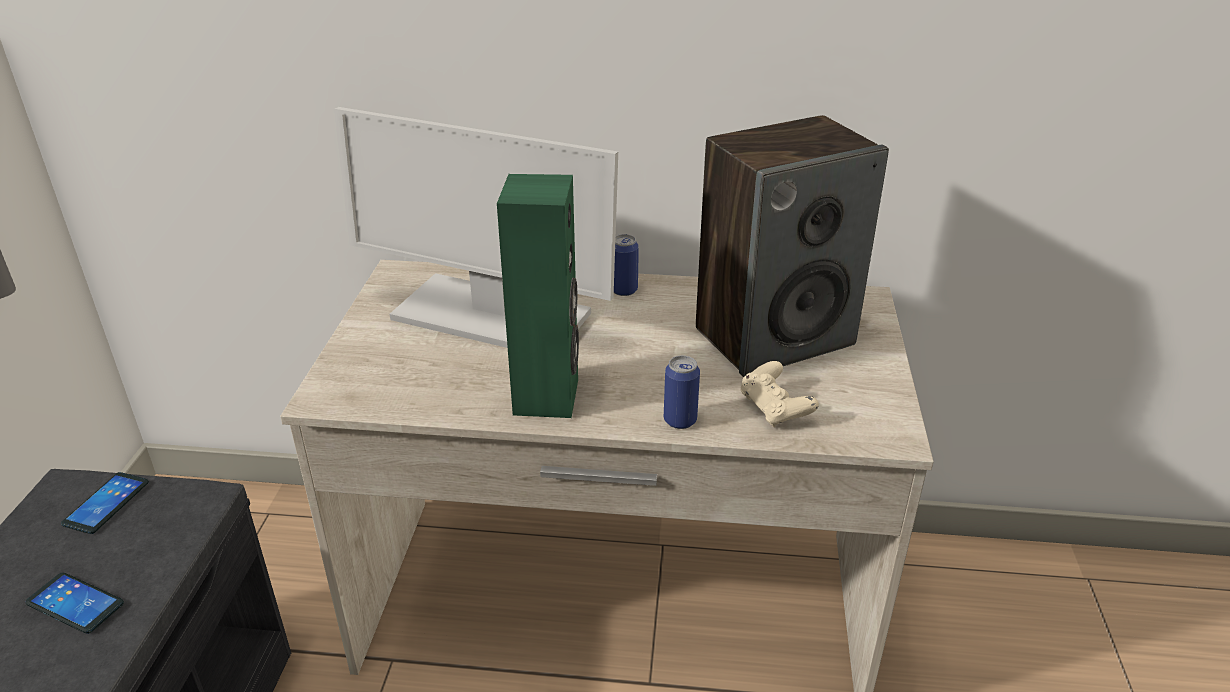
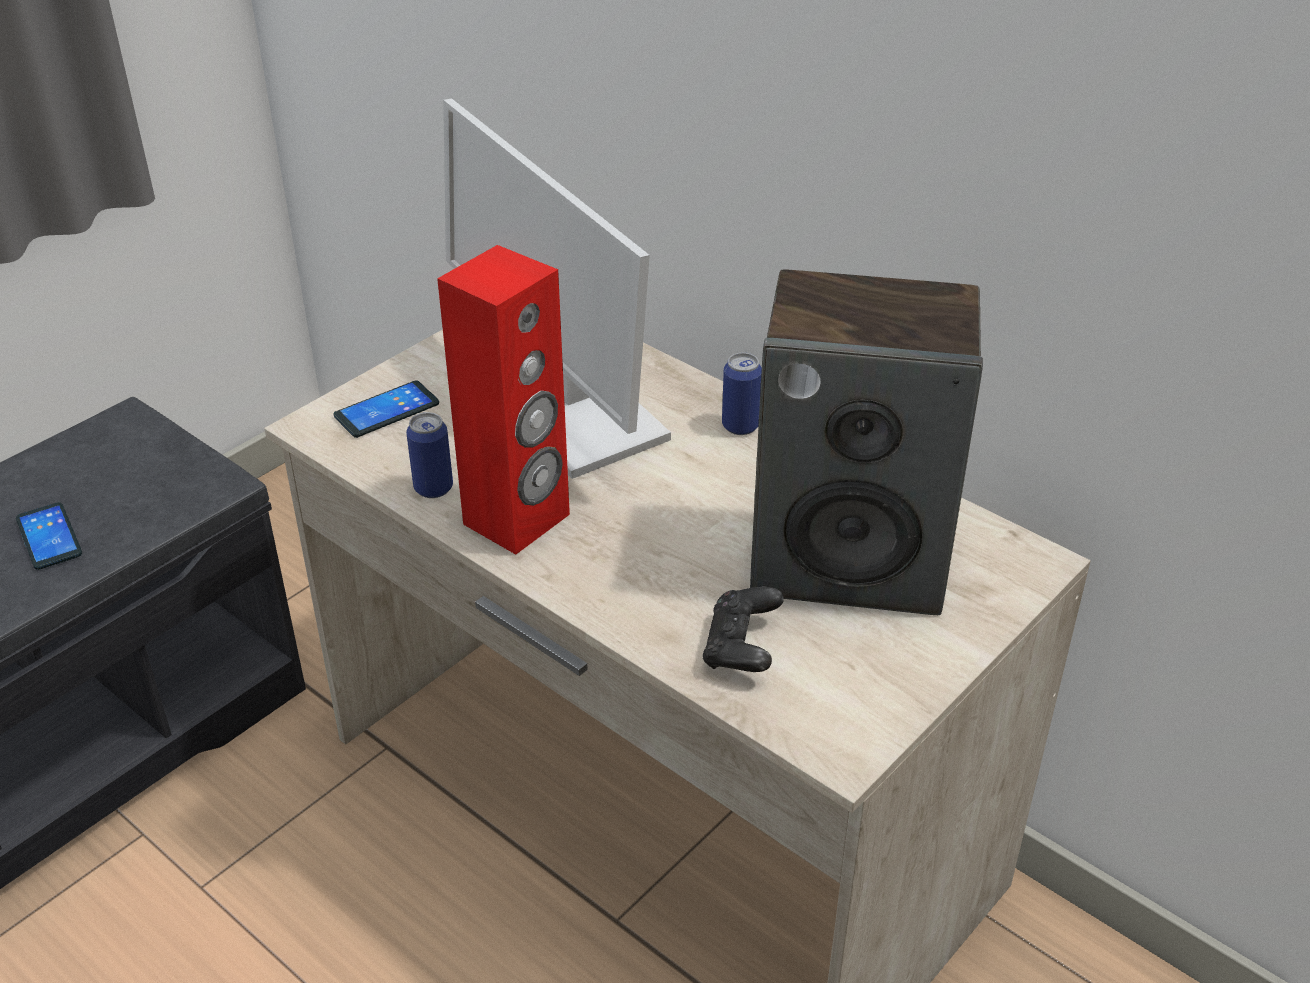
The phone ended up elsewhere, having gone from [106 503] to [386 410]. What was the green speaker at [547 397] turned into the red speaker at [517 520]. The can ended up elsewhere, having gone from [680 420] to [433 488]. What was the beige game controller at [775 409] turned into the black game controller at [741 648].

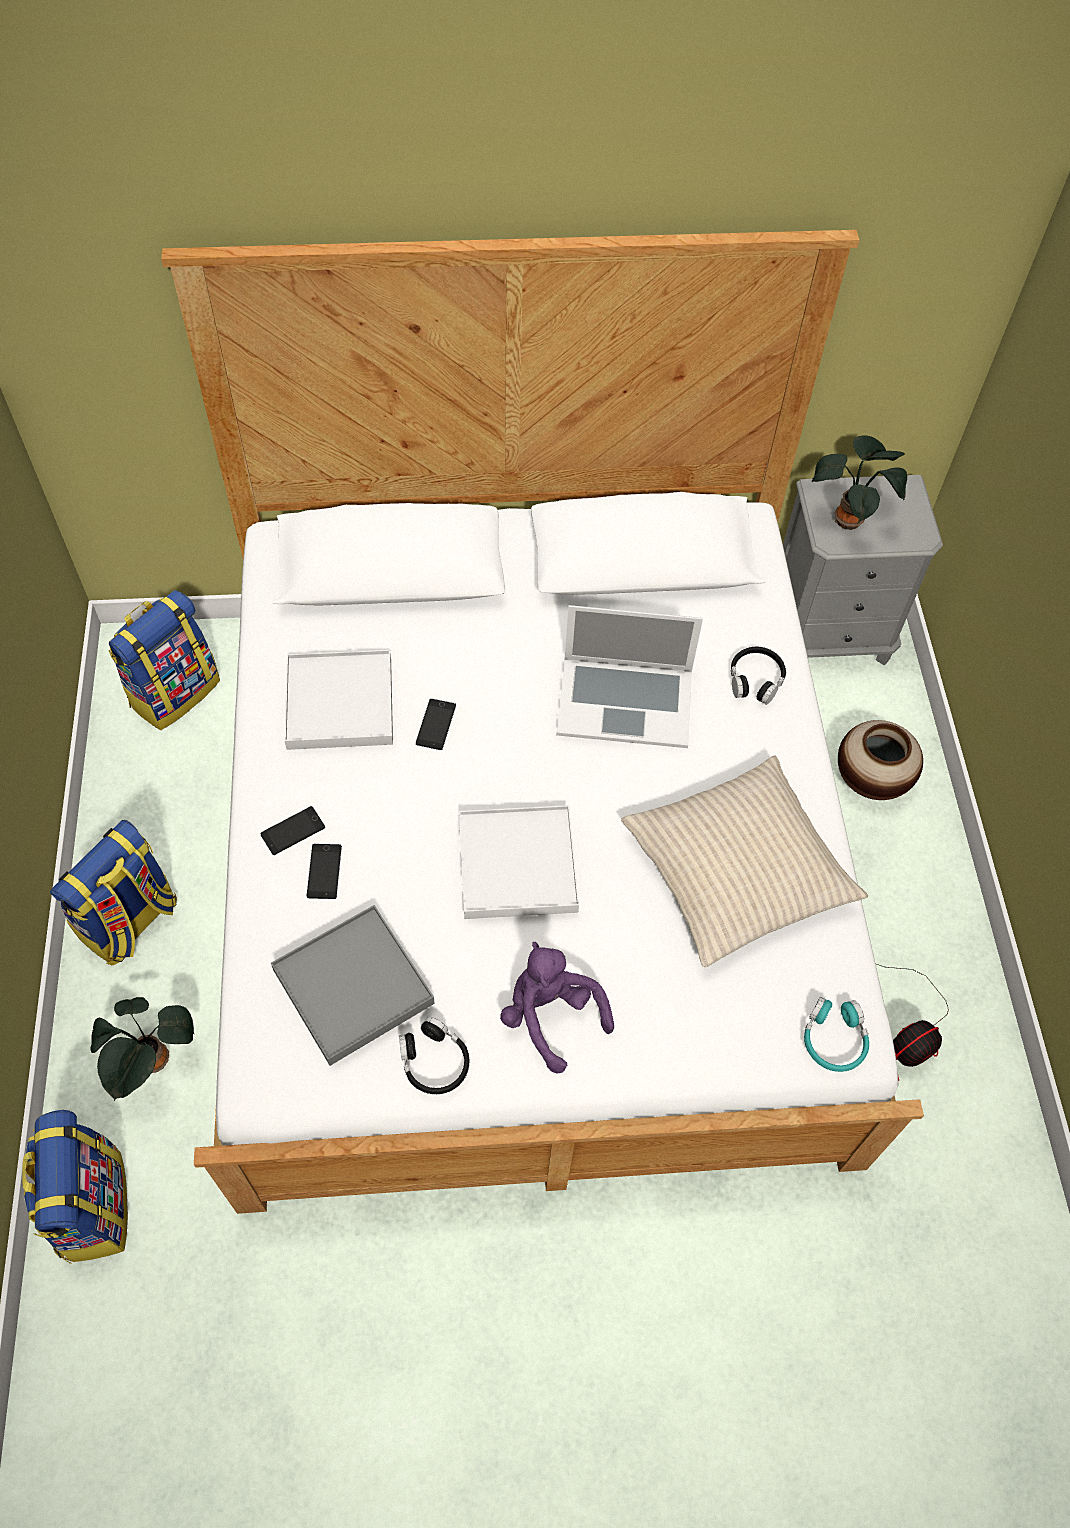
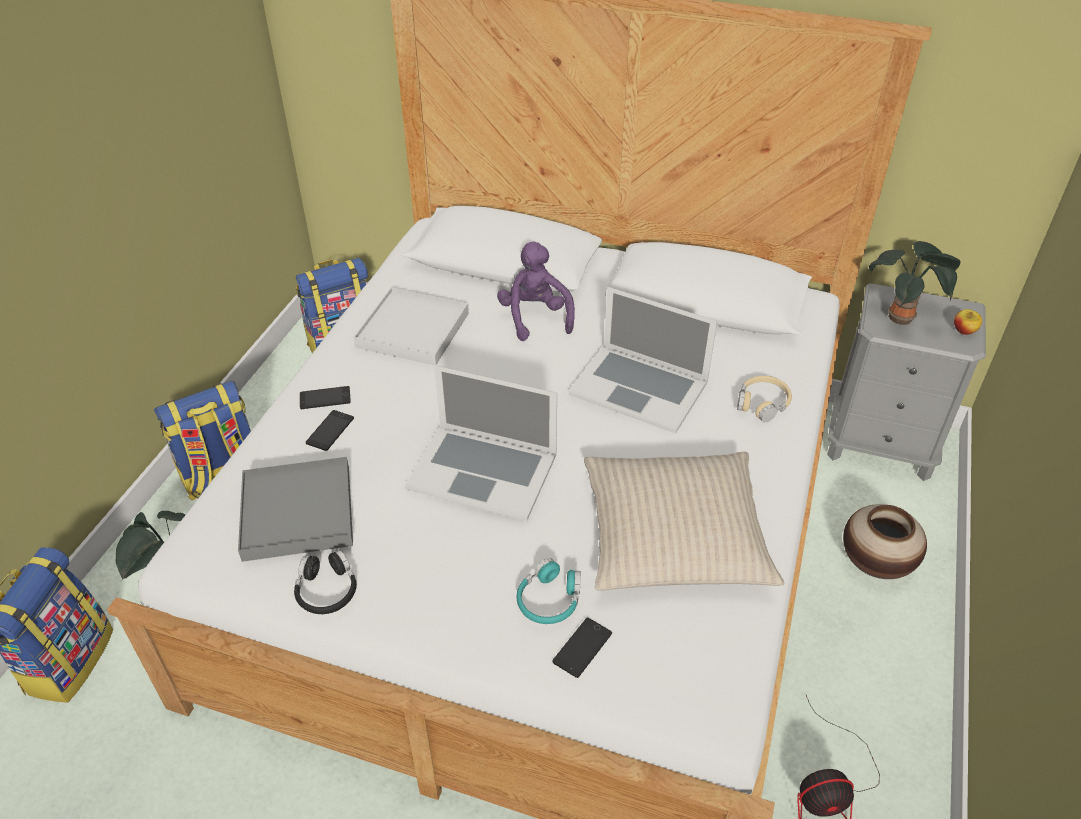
The phone ended up elsewhere, having gone from [436 724] to [582 648]. Where the white tray stood at [518 864], the laptop came to stand at [483 470]. The purple plush toy ended up elsewhere, having gone from [550 1016] to [535 317]. What was the black headphones at [755 680] turned into the beige headphones at [762 403]. The turquoise headphones ended up elsewhere, having gone from [833 1039] to [549 600]. The second view gained the apple at [964 330].

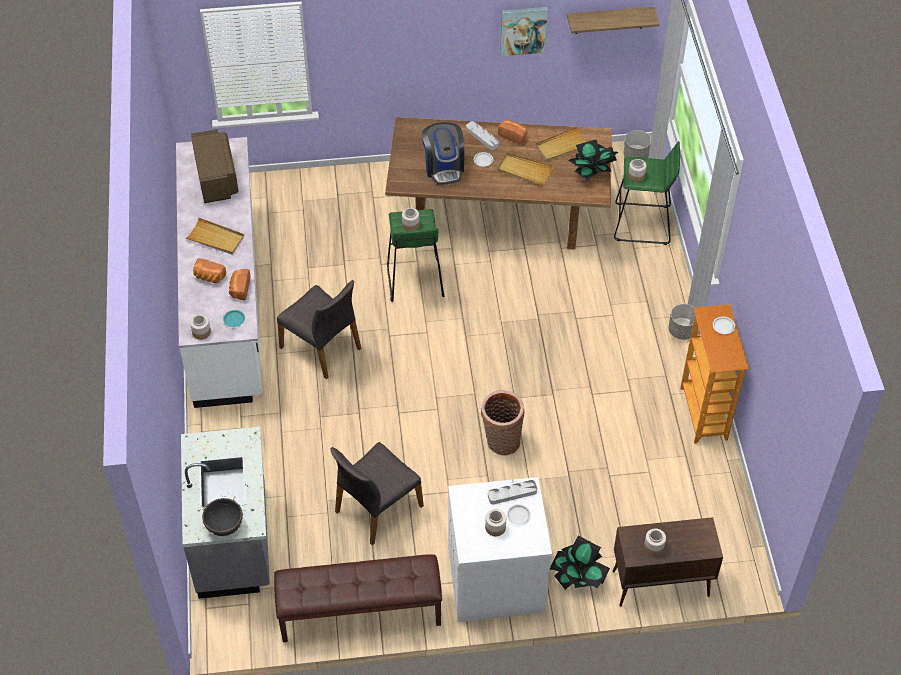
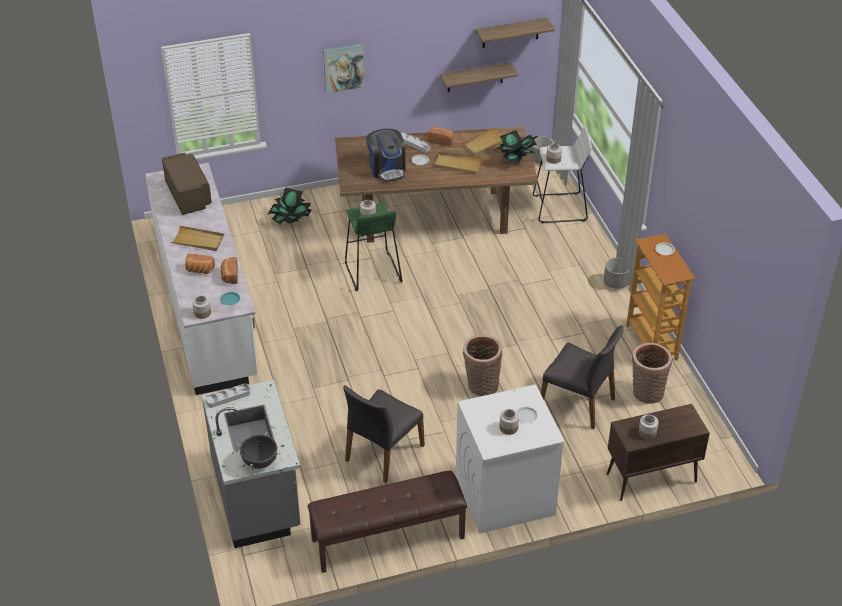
The grey chair ended up elsewhere, having gone from [322 348] to [578 403]. The grey tray ended up elsewhere, having gone from [512 493] to [228 397]. The picture ended up elsewhere, having gone from [523 30] to [343 67]. The potted plant ended up elsewhere, having gone from [578 577] to [290 221]. What was the green stool at [643 224] turned into the white stool at [560 208]. The second view gained the shelf at [475 77]. The second view gained the basket at [646 394].

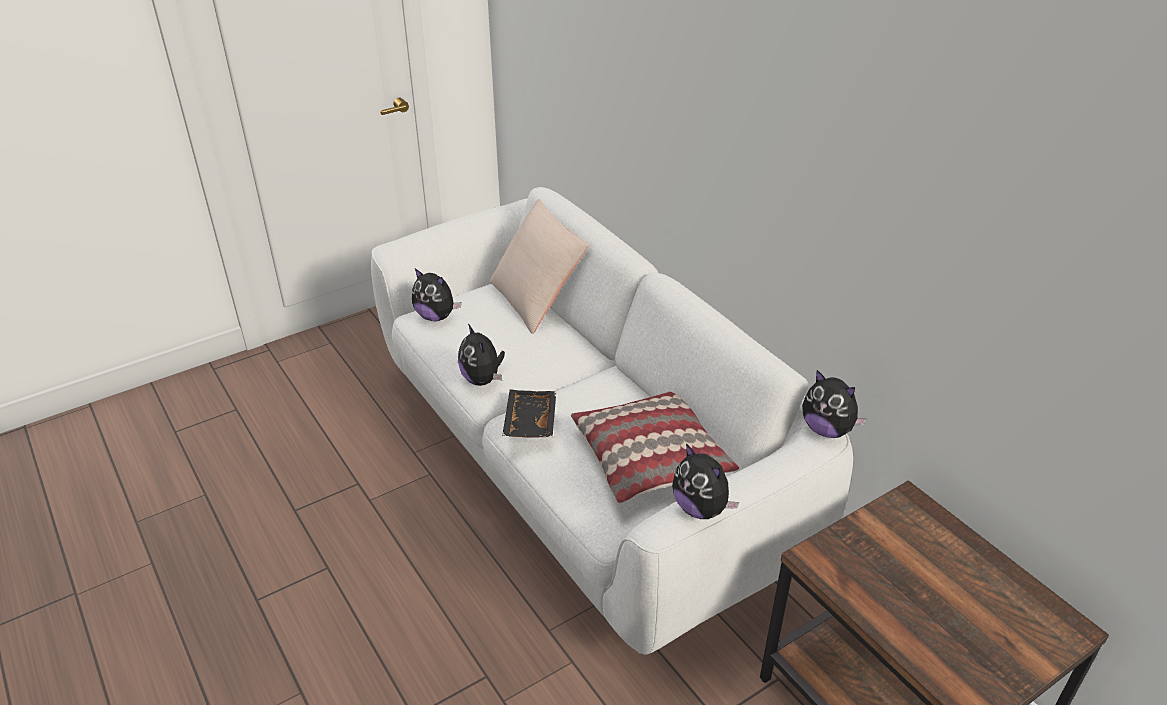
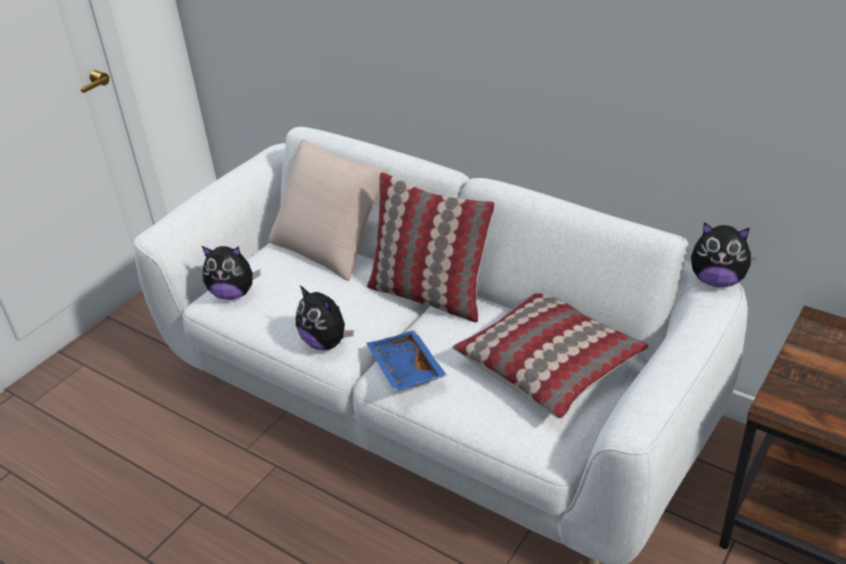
What was the black tray at [528 422] turned into the blue tray at [404 370]. The second view lost the plush toy at [701 508]. The second view gained the pillow at [429 295].

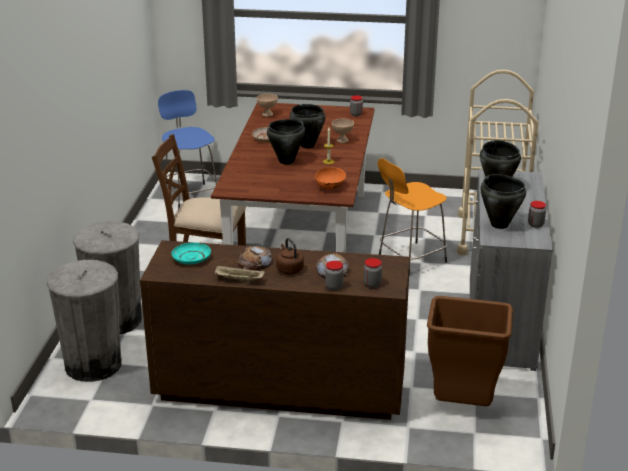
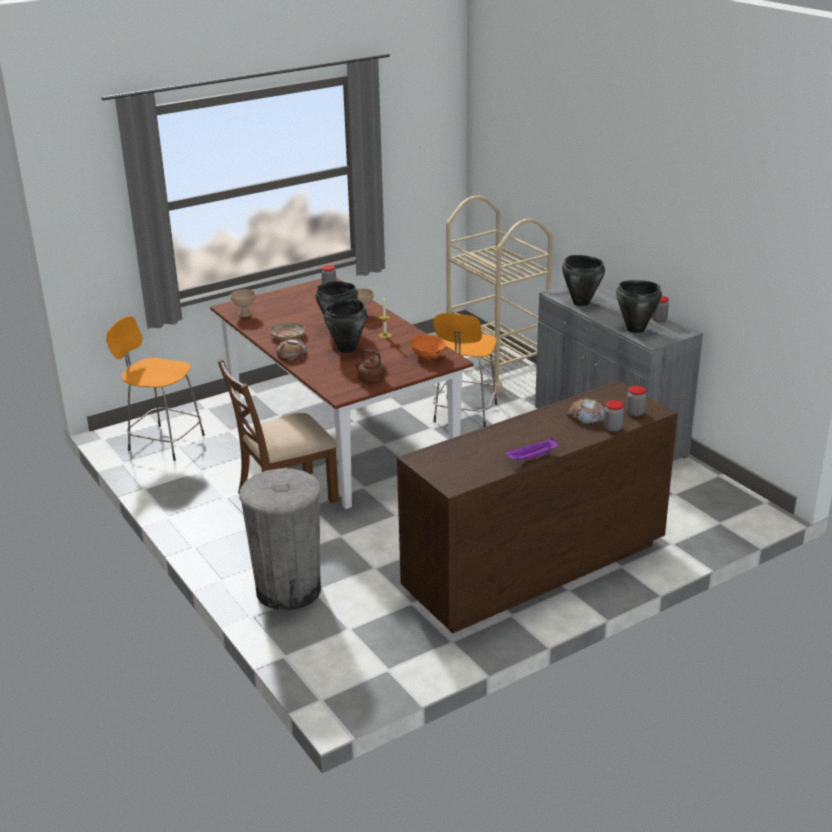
The second view lost the grey trash can at [93 364]. What was the blue stool at [191 195] turned into the orange stool at [164 442]. The second view lost the turquoise plate at [191 258]. What was the beige tray at [238 280] turned into the purple tray at [531 458]. The bread ended up elsewhere, having gone from [255 262] to [291 354]. The brown kettle ended up elsewhere, having gone from [289 269] to [370 380]. The second view lost the brown trash can at [463 406].

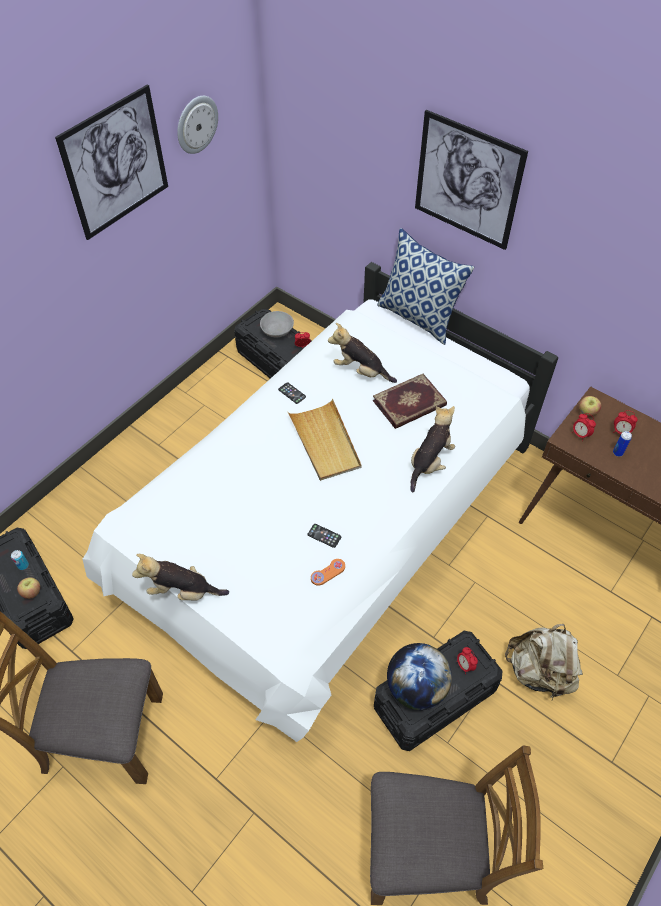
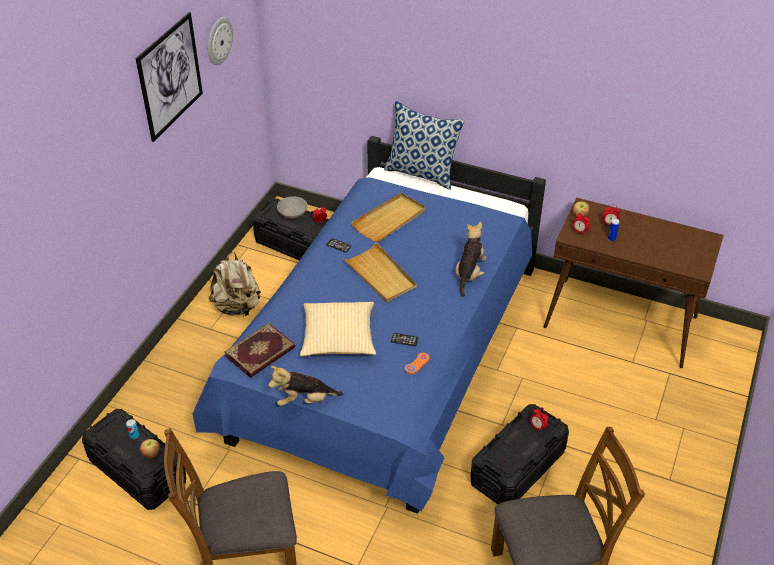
What was the white bed at [329 524] turned into the blue bed at [386 360]. Where the plush toy stood at [360 371], the beige tray came to stand at [389 220]. The book ended up elsewhere, having gone from [410 404] to [261 353]. The second view lost the globe at [416 687]. The second view lost the picture at [467 181]. The beige backpack ended up elsewhere, having gone from [539 671] to [237 306]. The second view gained the pillow at [338 339].

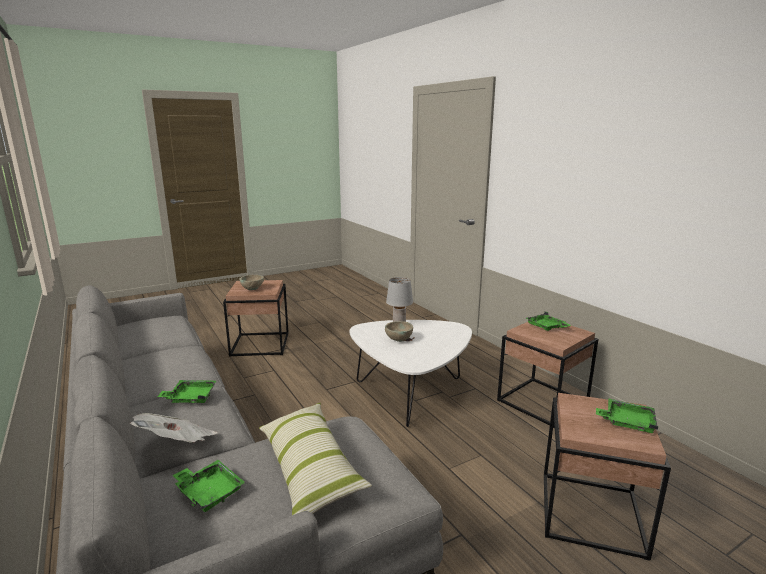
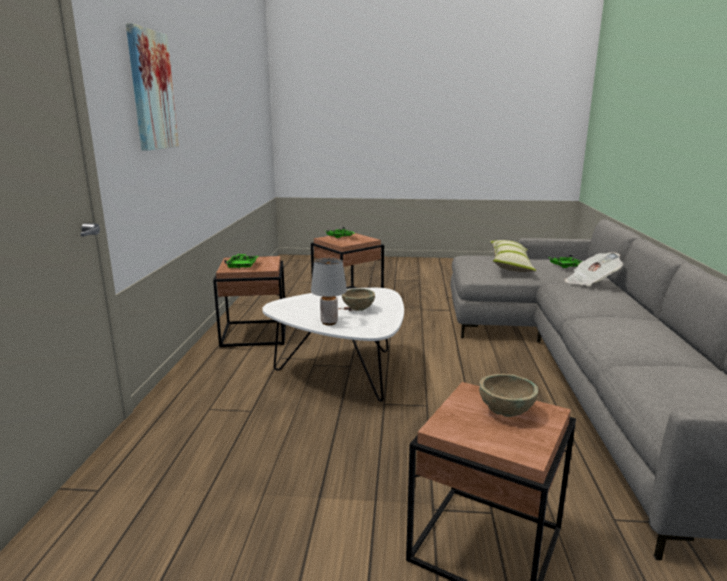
The second view lost the green tray at [190 397]. The second view gained the picture at [151 90].

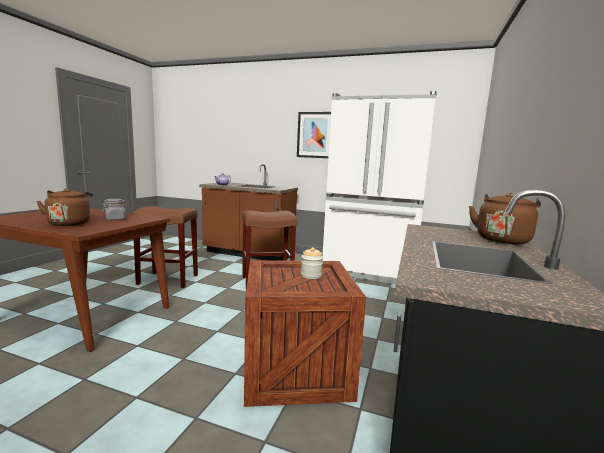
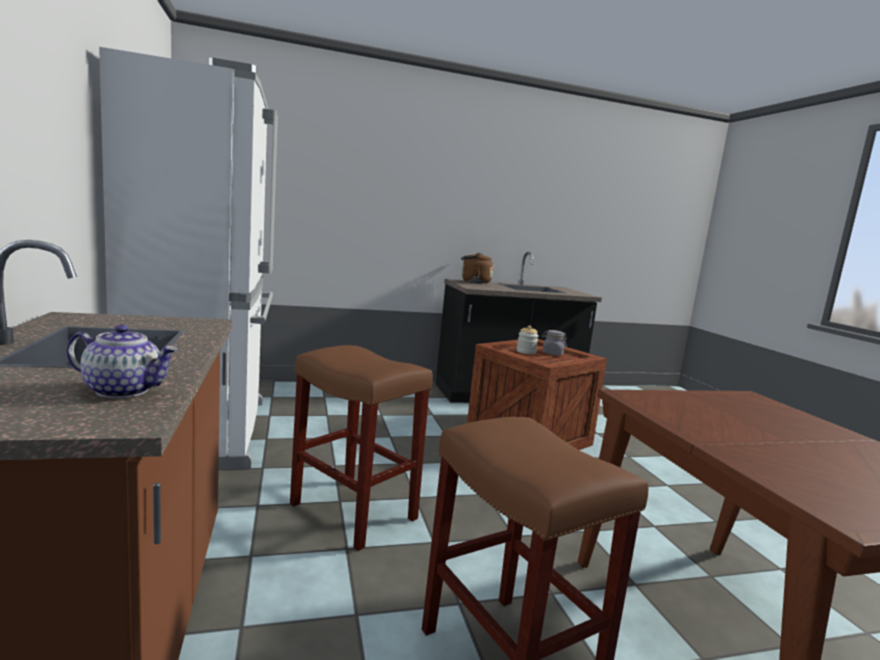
The second view lost the brown kettle at [70 223]. The grey jar ended up elsewhere, having gone from [115 219] to [552 353]. The second view lost the picture at [315 135].

